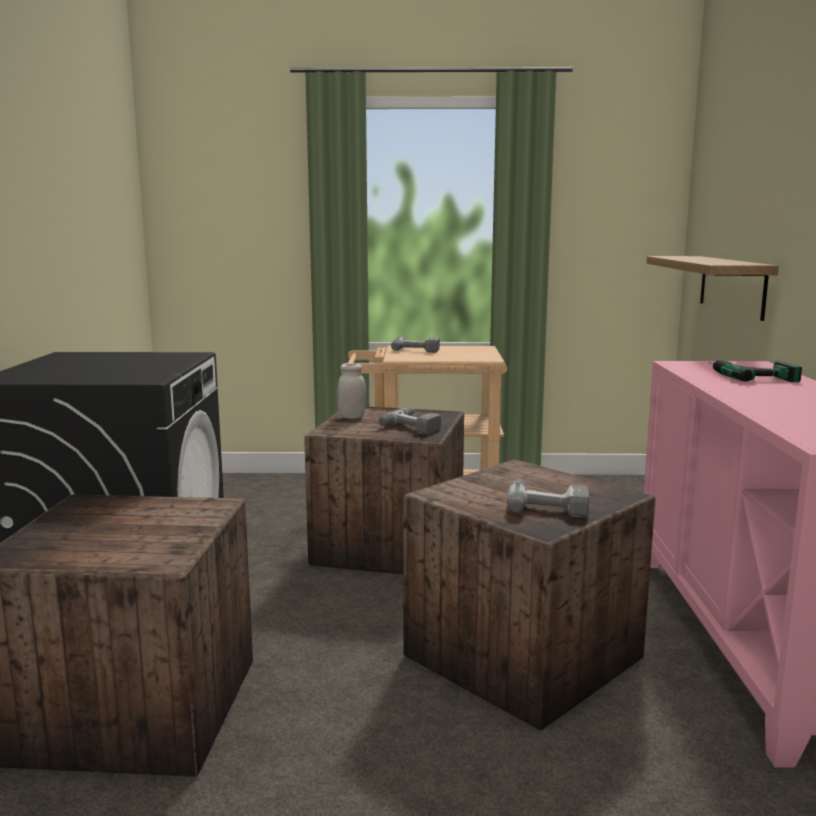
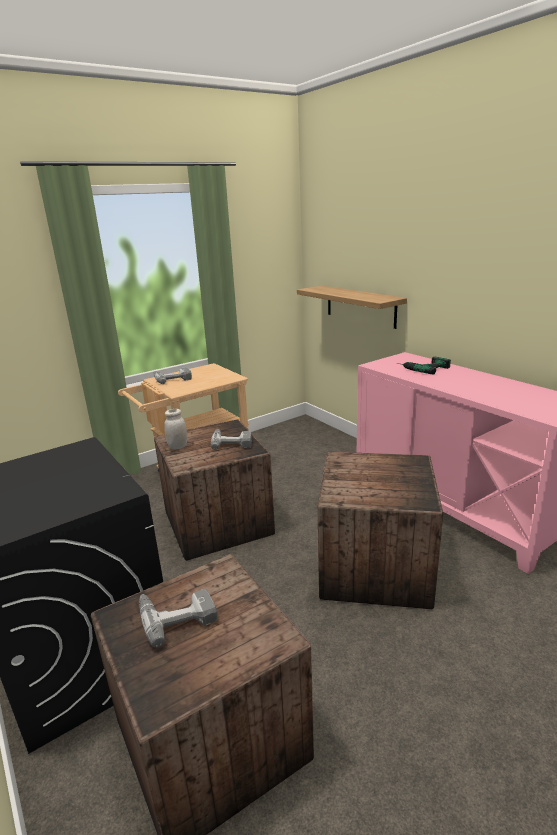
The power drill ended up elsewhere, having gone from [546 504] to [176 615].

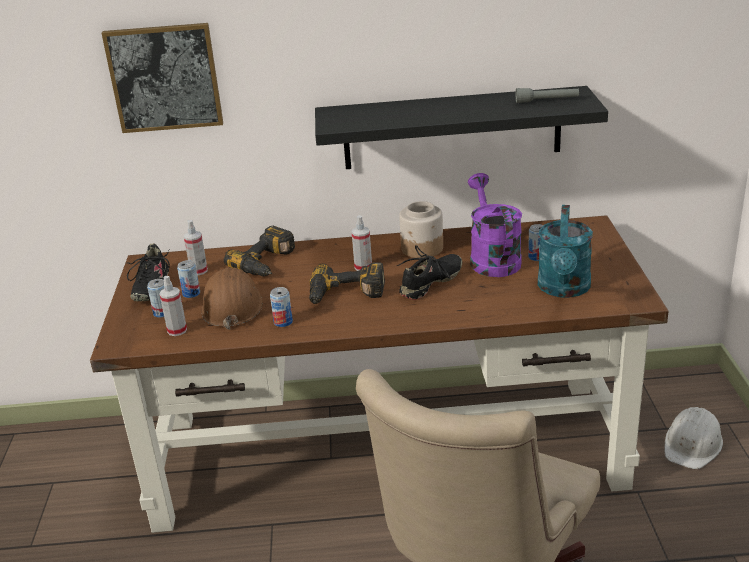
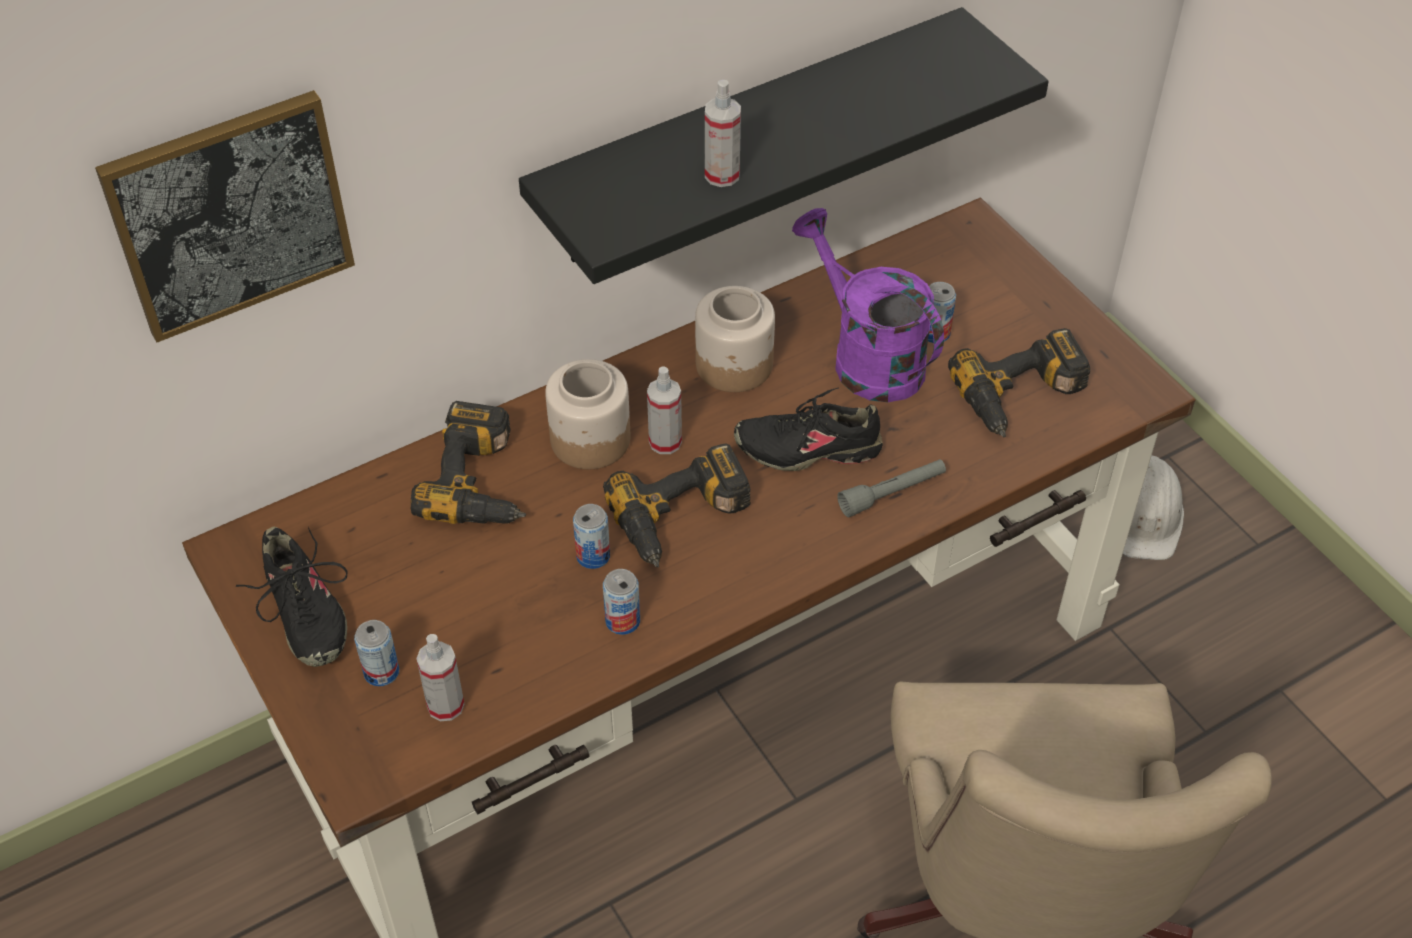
The can ended up elsewhere, having gone from [191 293] to [593 556]. The spray bottle ended up elsewhere, having gone from [199 271] to [722 175]. The second view lost the brown hard hat at [232 306]. The black shoe at [431 283] ended up facing another way, 105 degrees counterclockwise from before. The grey flashlight ended up elsewhere, having gone from [547 101] to [892 493]. Where the turquoise watering can stood at [564 289], the power drill came to stand at [1022 398]. The second view gained the jar at [589 439].

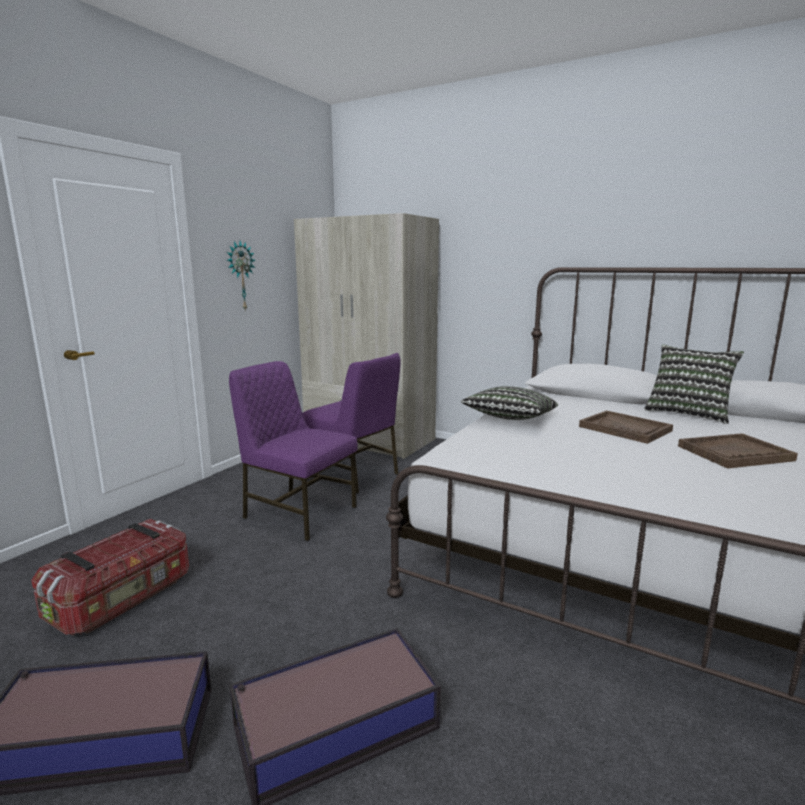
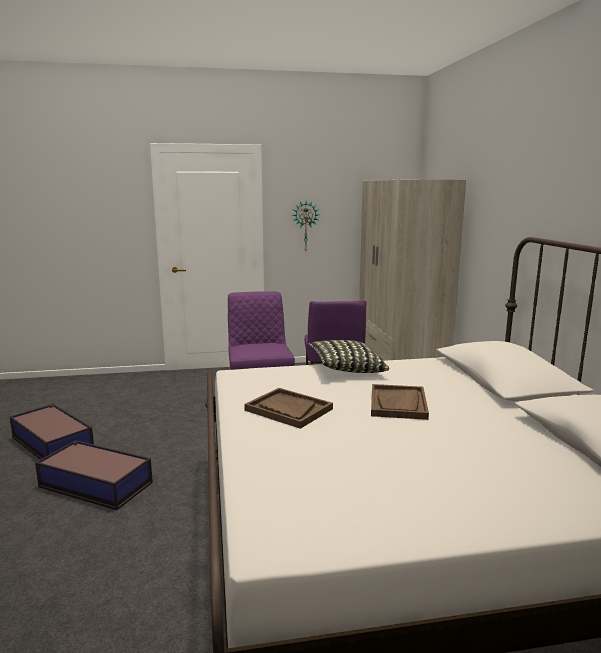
The second view lost the storage box at [123 599]. The second view lost the pillow at [688 413]. The brown tray ended up elsewhere, having gone from [734 453] to [288 409].

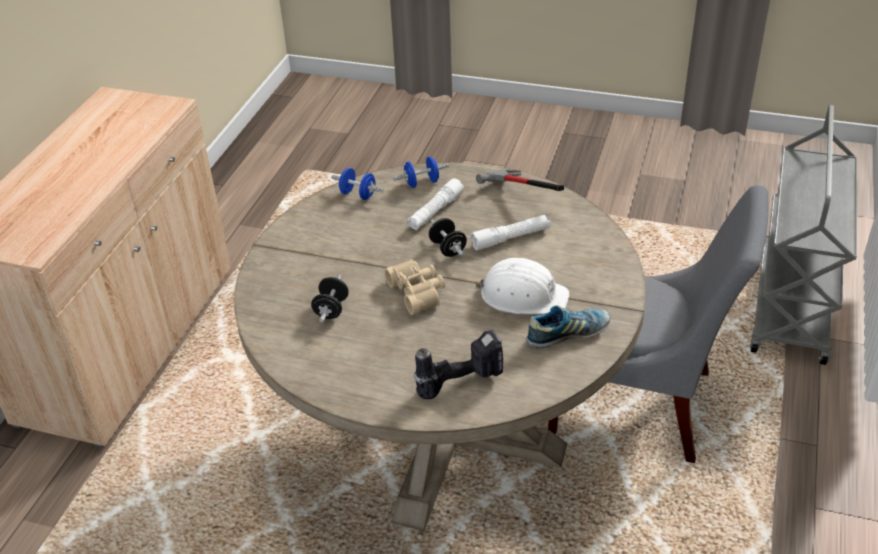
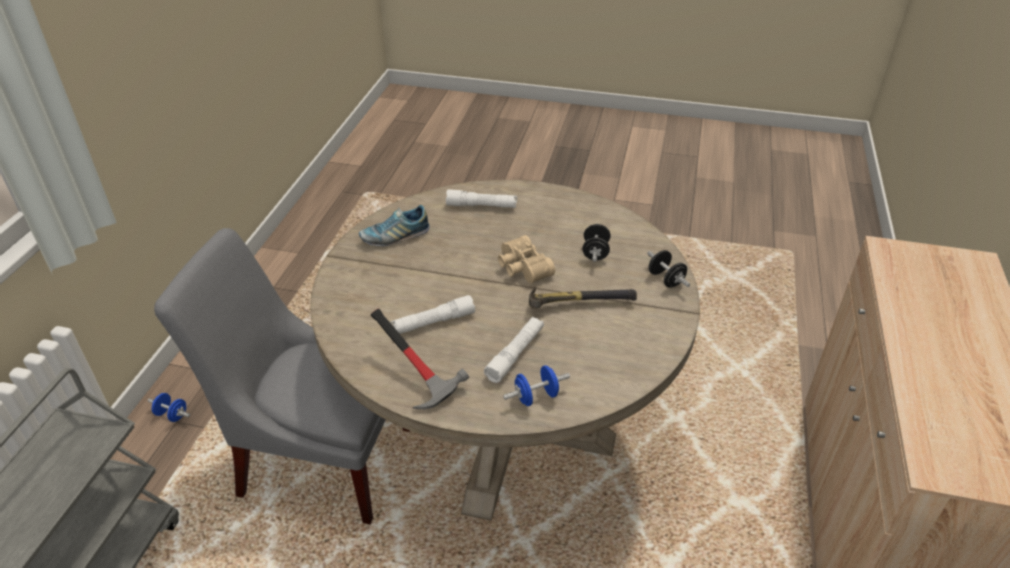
The blue dumbbell ended up elsewhere, having gone from [358 195] to [172 415]. Where the power drill stood at [460 380], the white flashlight came to stand at [481 206]. The black dumbbell ended up elsewhere, having gone from [448 248] to [665 279]. The second view lost the white hard hat at [523 295]. The second view gained the hammer at [576 303].

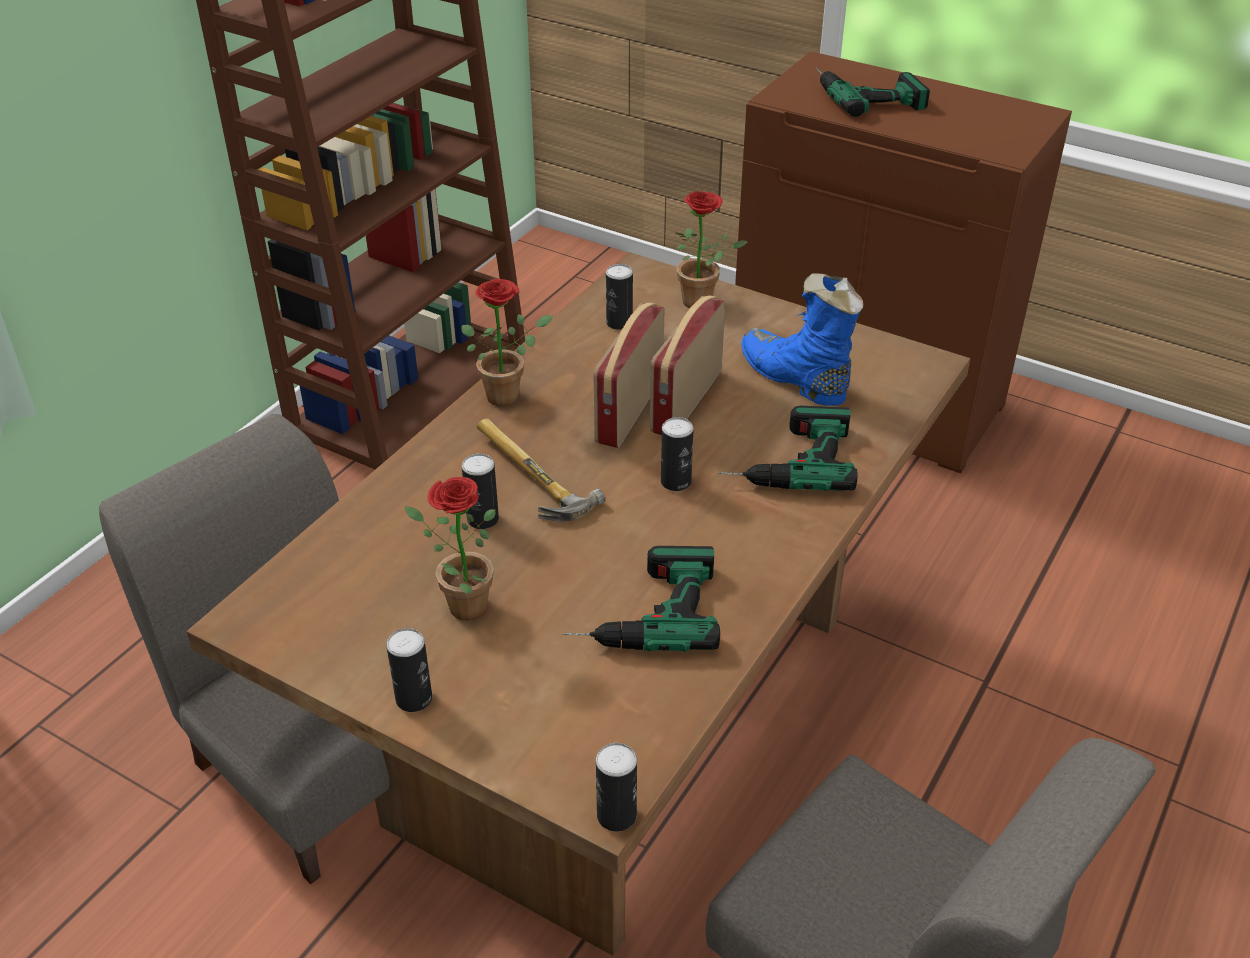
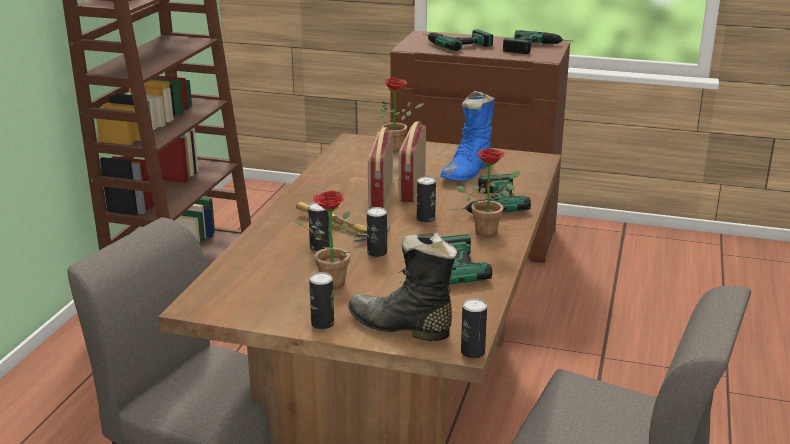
The potted plant ended up elsewhere, having gone from [509 394] to [489 230]. The can ended up elsewhere, having gone from [619 323] to [377 252]. The blue boot at [793 378] ended up facing another way, 90 degrees counterclockwise from before. The second view gained the black boot at [400 327]. The second view gained the power drill at [538 48].

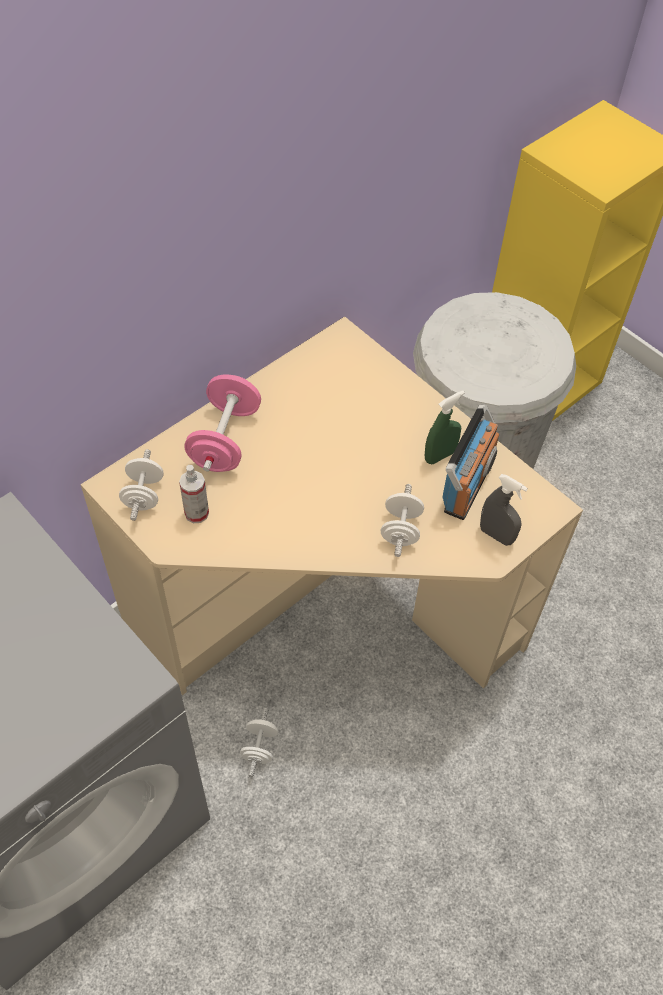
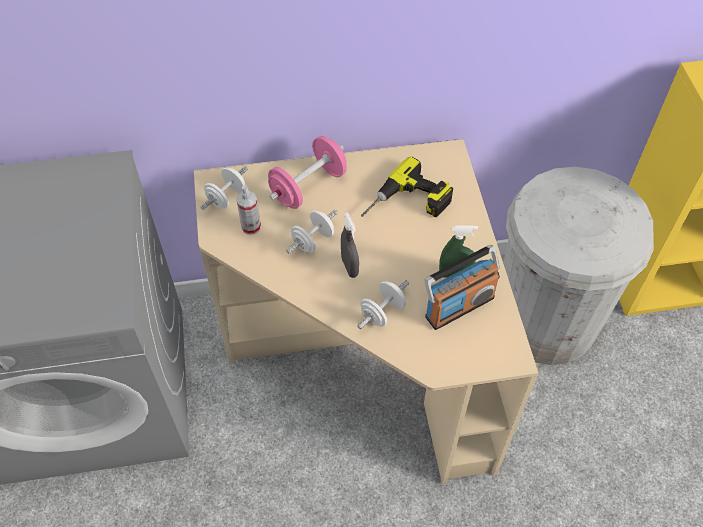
The white dumbbell ended up elsewhere, having gone from [259 747] to [313 241]. The grey spray bottle ended up elsewhere, having gone from [496 535] to [349 267]. The second view gained the power drill at [407 205].

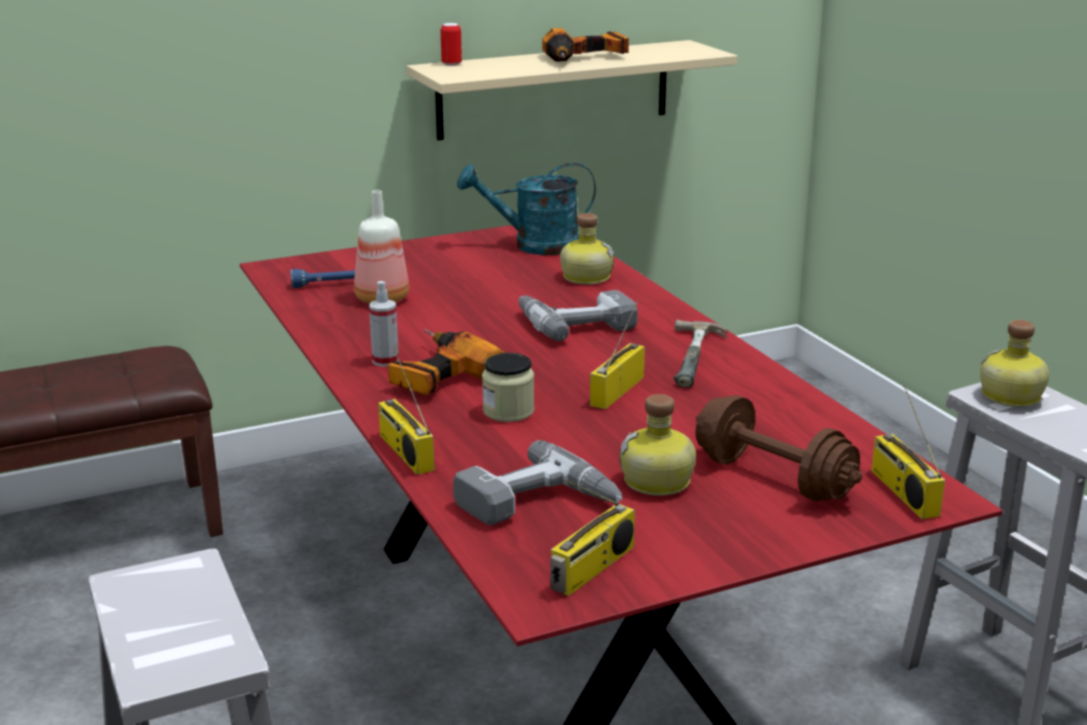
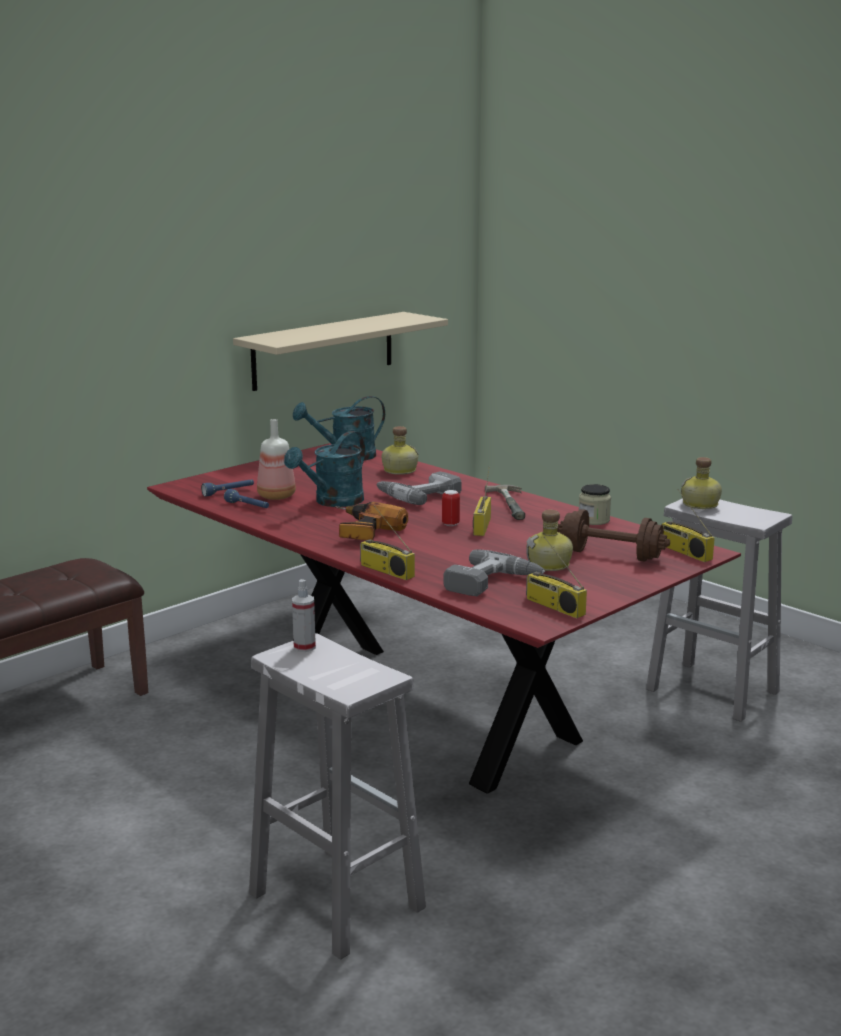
The spray bottle ended up elsewhere, having gone from [385 361] to [304 647]. The can ended up elsewhere, having gone from [451 64] to [450 524]. The jar ended up elsewhere, having gone from [508 411] to [594 520]. The second view lost the power drill at [586 59]. The radio at [593 569] ended up facing another way, 120 degrees clockwise from before. The second view gained the blue flashlight at [248 506]. The second view gained the turquoise watering can at [333 502].

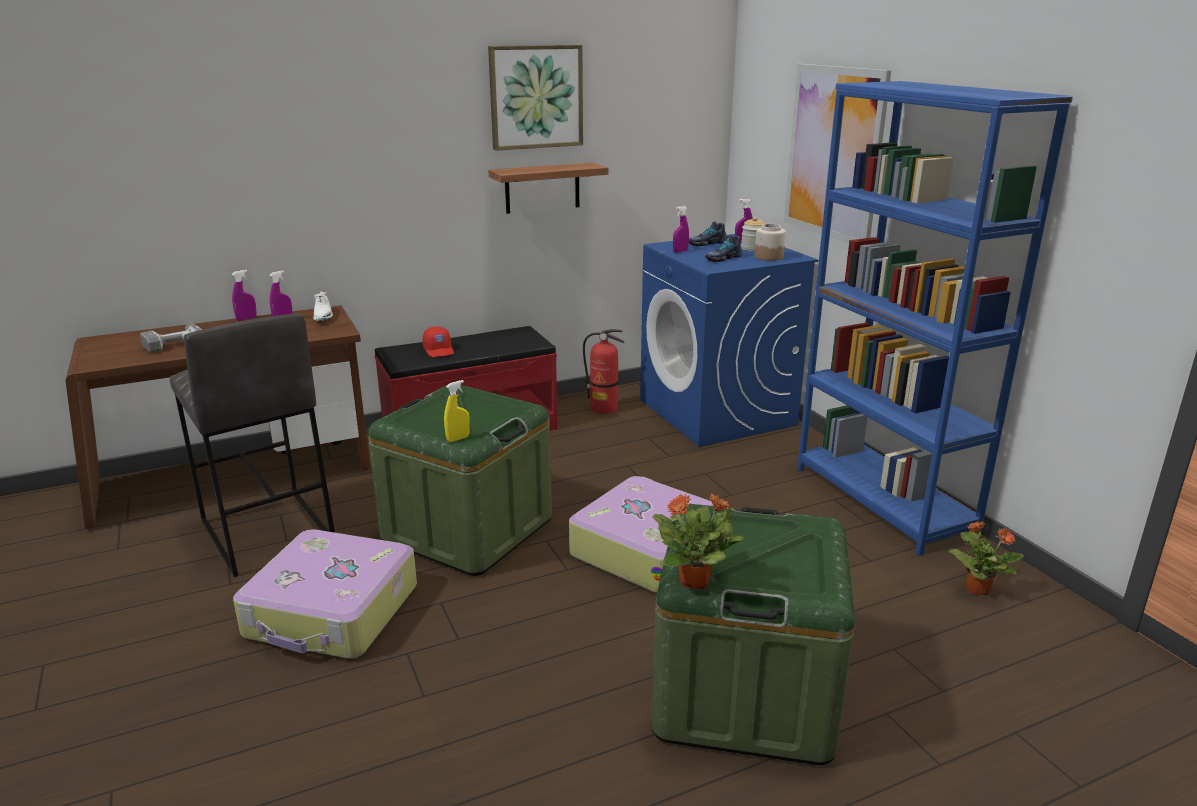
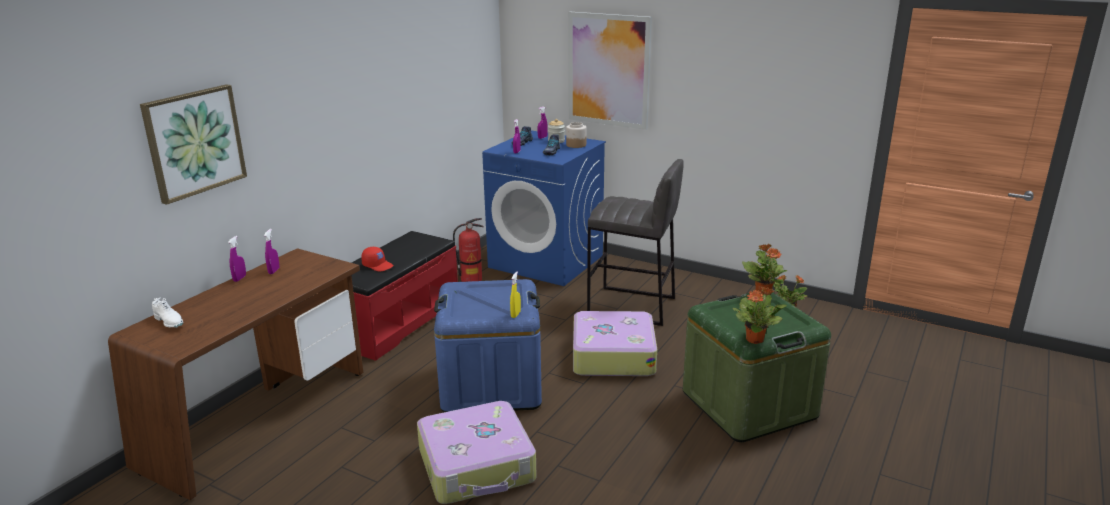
The second view lost the power drill at [178 346]. The grey stool ended up elsewhere, having gone from [266 533] to [632 306]. The white shoe ended up elsewhere, having gone from [323 317] to [169 322]. What was the green storage box at [467 529] turned into the blue storage box at [491 385]. The picture ended up elsewhere, having gone from [536 97] to [194 142]. The second view lost the shelf at [542 188]. The second view lost the blue bookcase at [882 501]. The second view gained the potted plant at [763 293].

